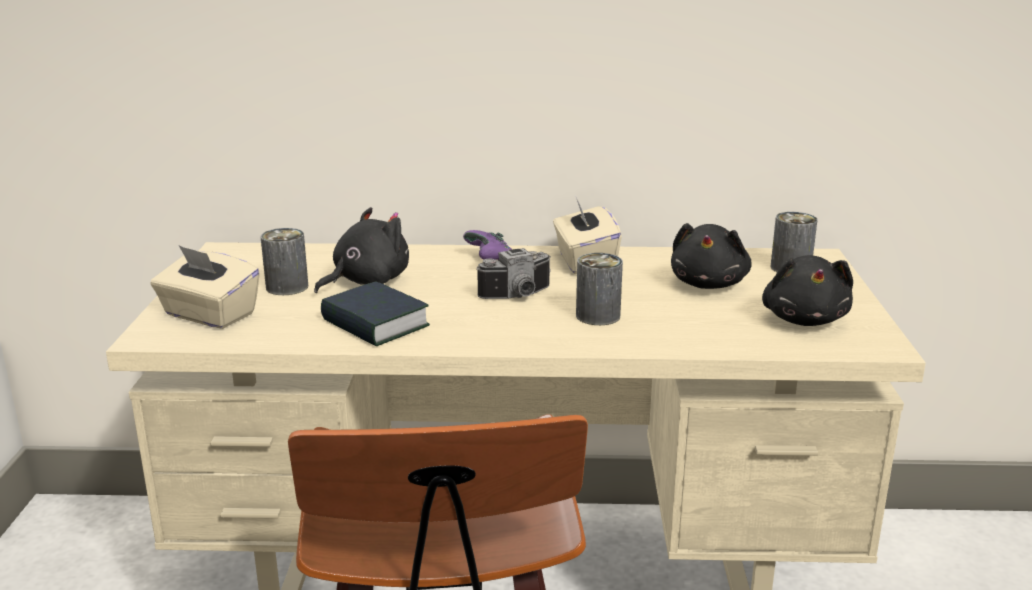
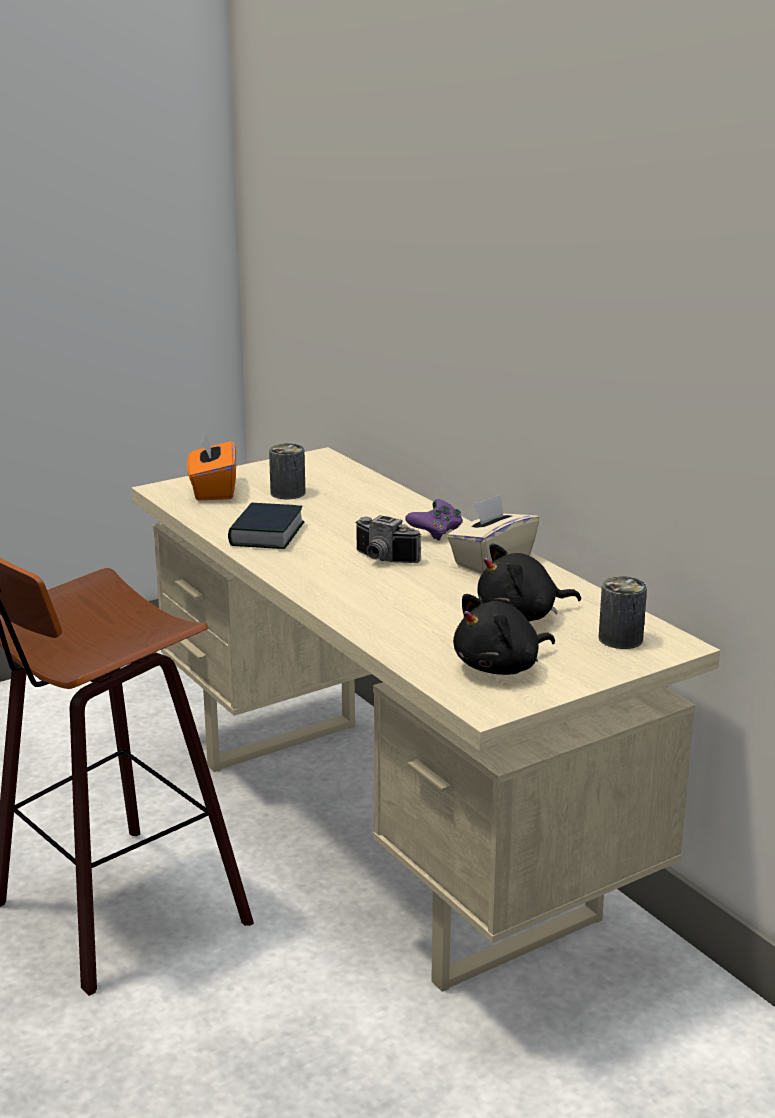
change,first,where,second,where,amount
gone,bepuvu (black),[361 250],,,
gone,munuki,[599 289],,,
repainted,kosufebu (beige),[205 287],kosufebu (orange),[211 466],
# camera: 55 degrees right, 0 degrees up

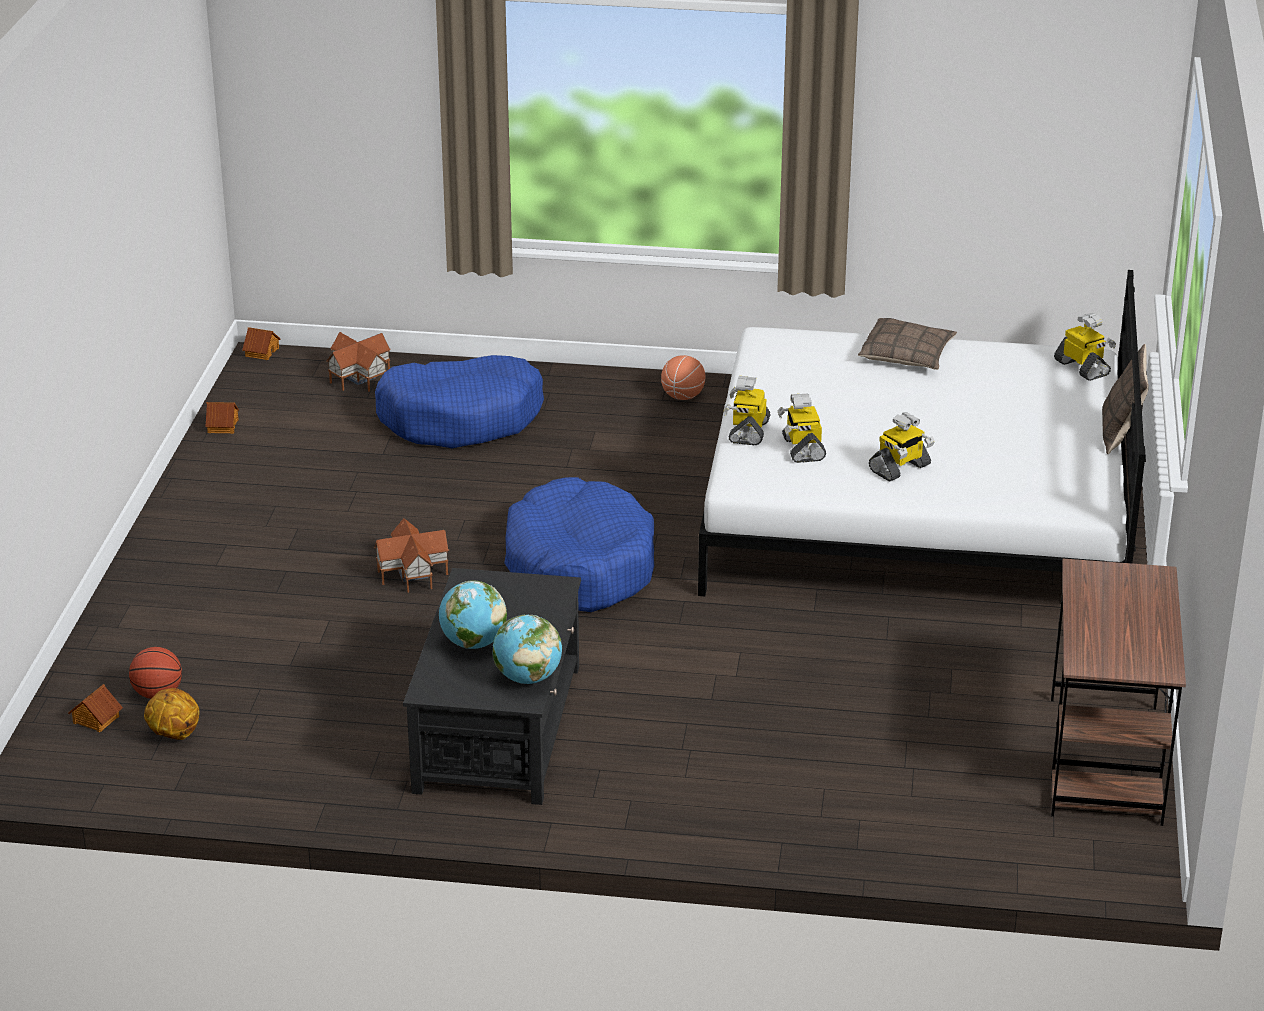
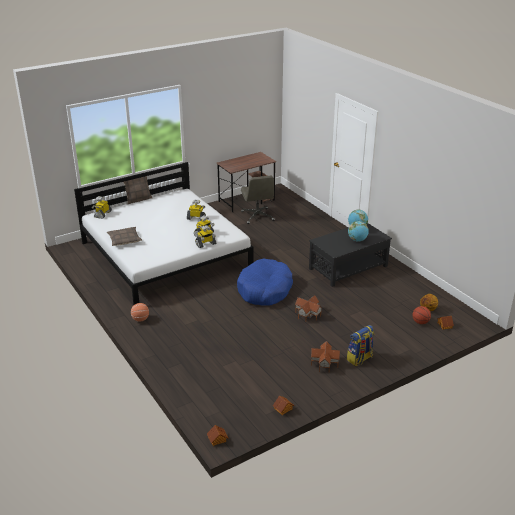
change,first,where,second,where,amount
gone,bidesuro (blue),[459 401],,,
new,,,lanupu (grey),[258 200],
new,,,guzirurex,[361 345],
shifted,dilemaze,[358 361],,[325 356],
# camera: 130 degrees left, 0 degrees up

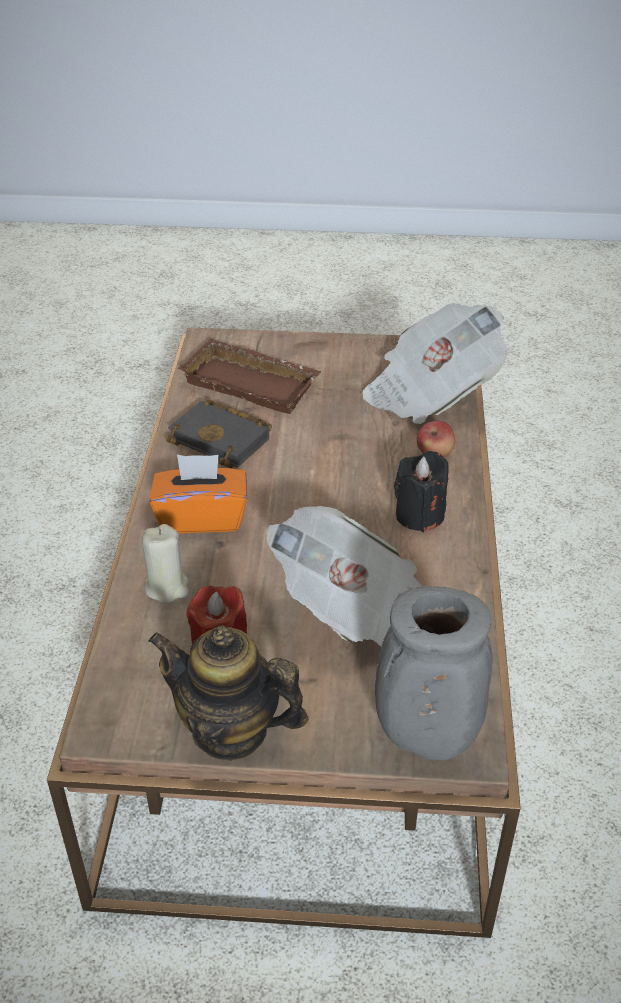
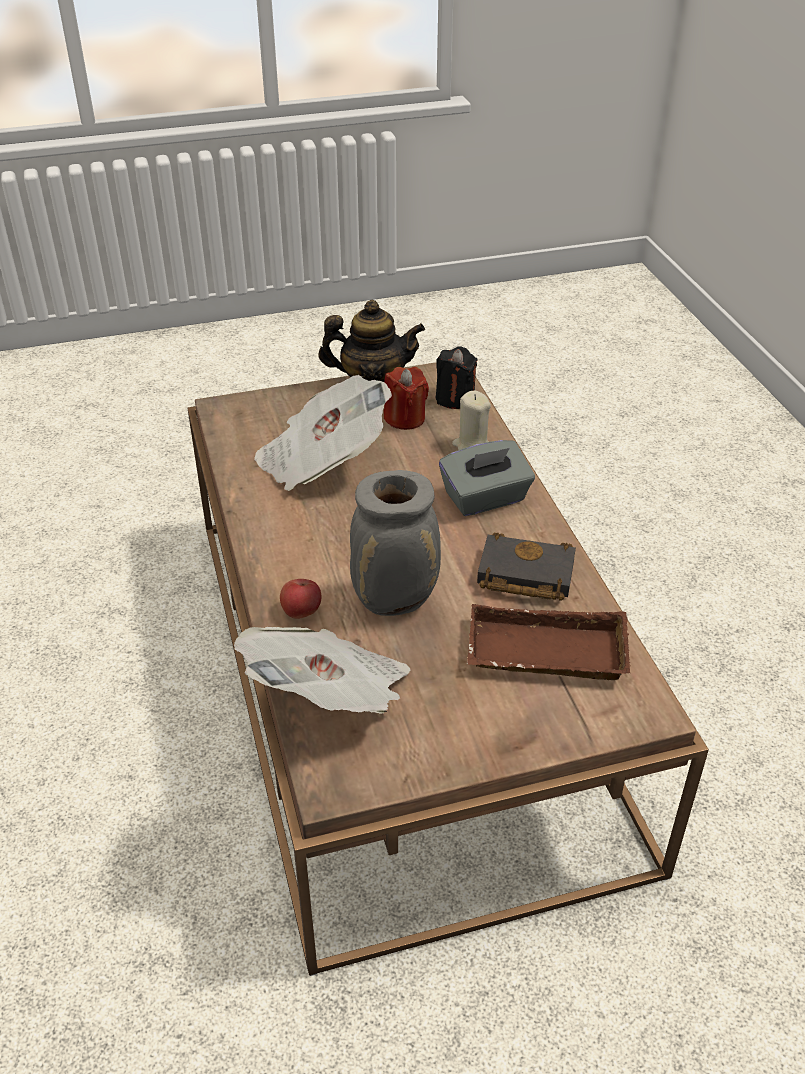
change,first,where,second,where,amount
shifted,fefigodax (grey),[434 673],,[395 543],
shifted,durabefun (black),[421 491],,[456 377],
repainted,kosufebu (orange),[198 494],kosufebu (grey),[487 478],
# camera: 160 degrees right, 0 degrees up

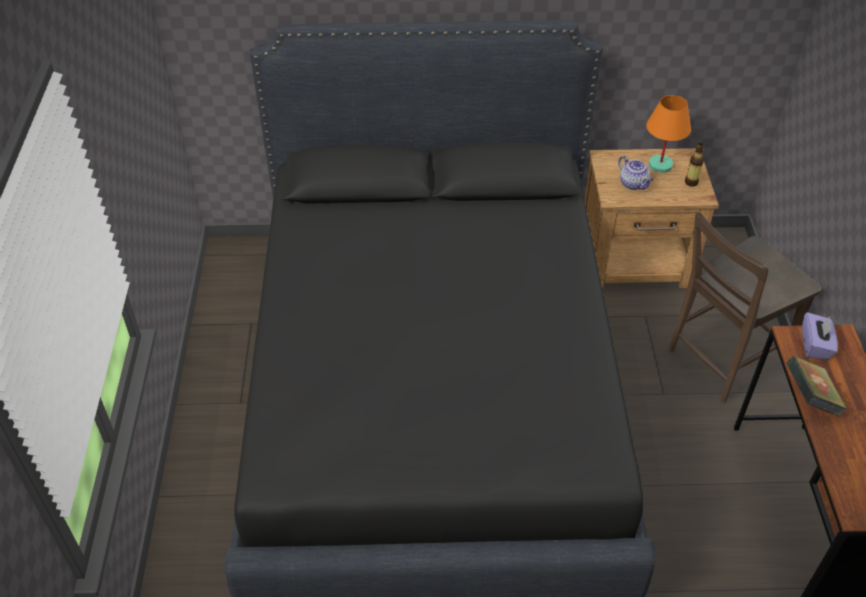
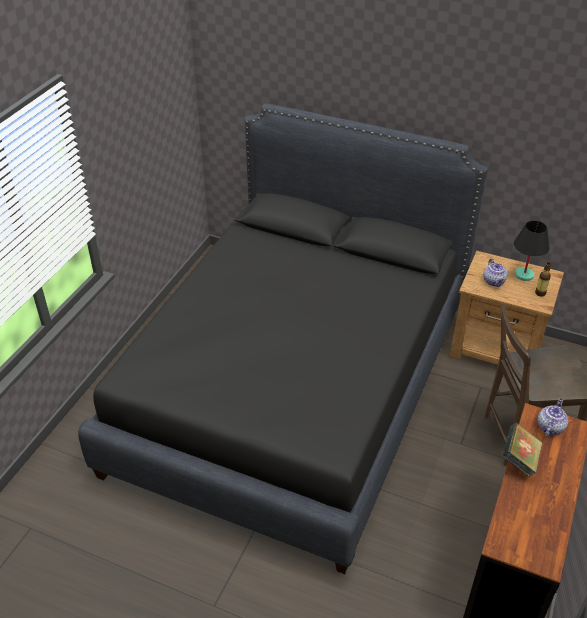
change,first,where,second,where,amount
swapped,kosufebu (purple),[820 335],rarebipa,[552 417],
repainted,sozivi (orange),[668 134],sozivi (black),[531 251],
# camera: 25 degrees right, 5 degrees down

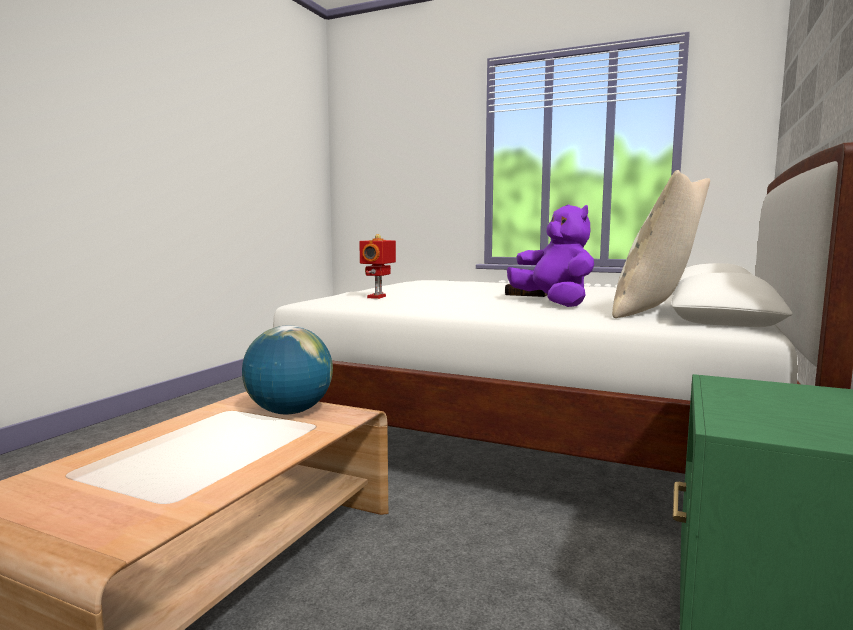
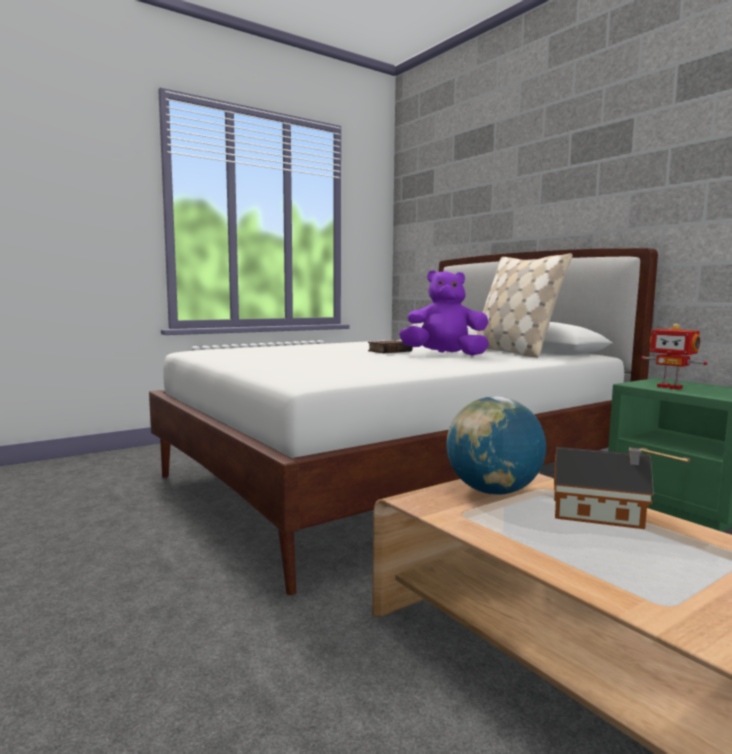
change,first,where,second,where,amount
new,,,dilemaze,[604 488],
shifted,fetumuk,[377 266],,[674 357],
# camera: 60 degrees left, 0 degrees up

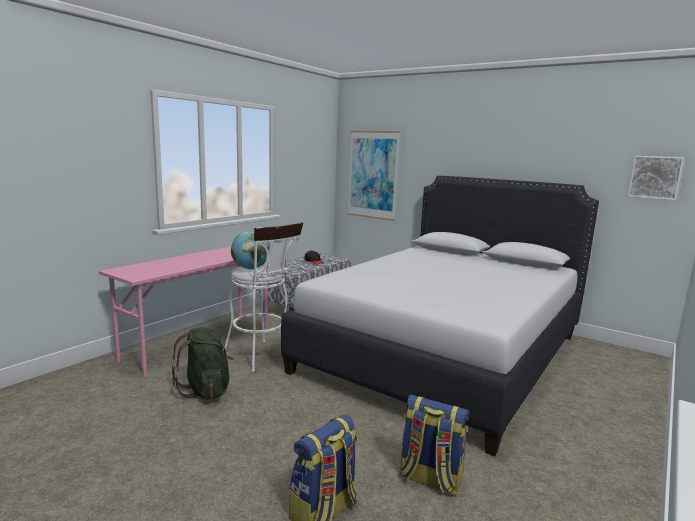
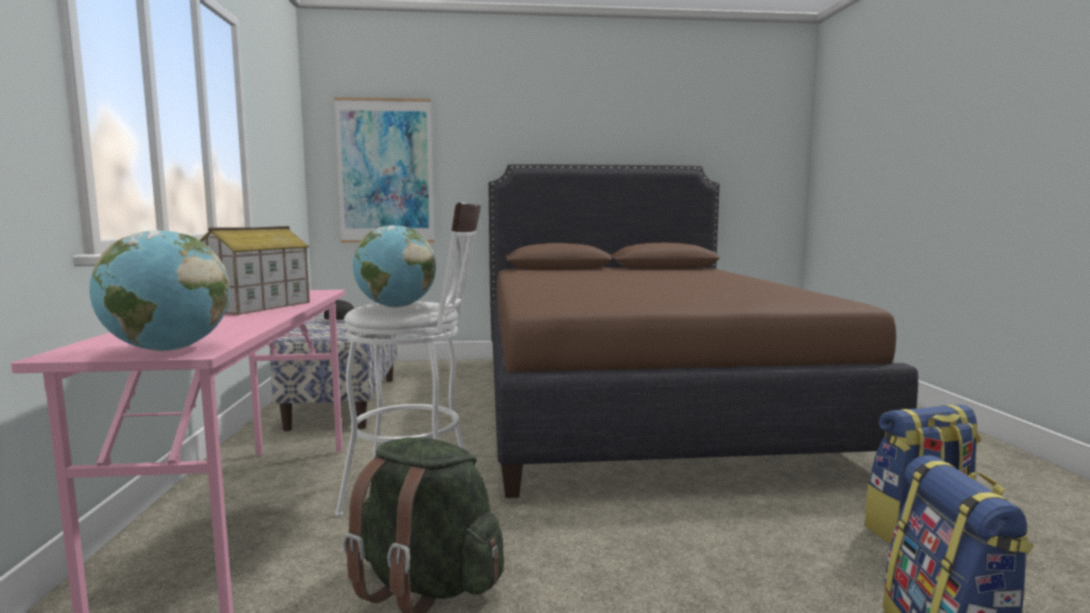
change,first,where,second,where,amount
gone,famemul,[656 178],,,
new,,,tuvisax,[159 290],
new,,,dilemaze,[255 270],
repainted,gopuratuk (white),[440 316],gopuratuk (brown),[703 331],
# camera: 40 degrees left, 5 degrees down

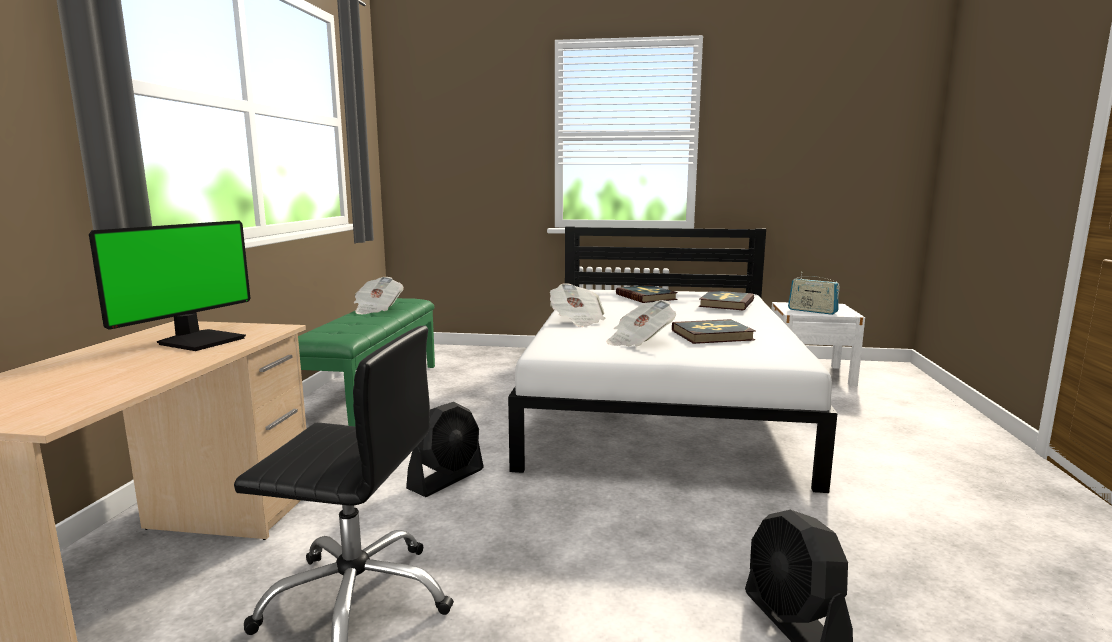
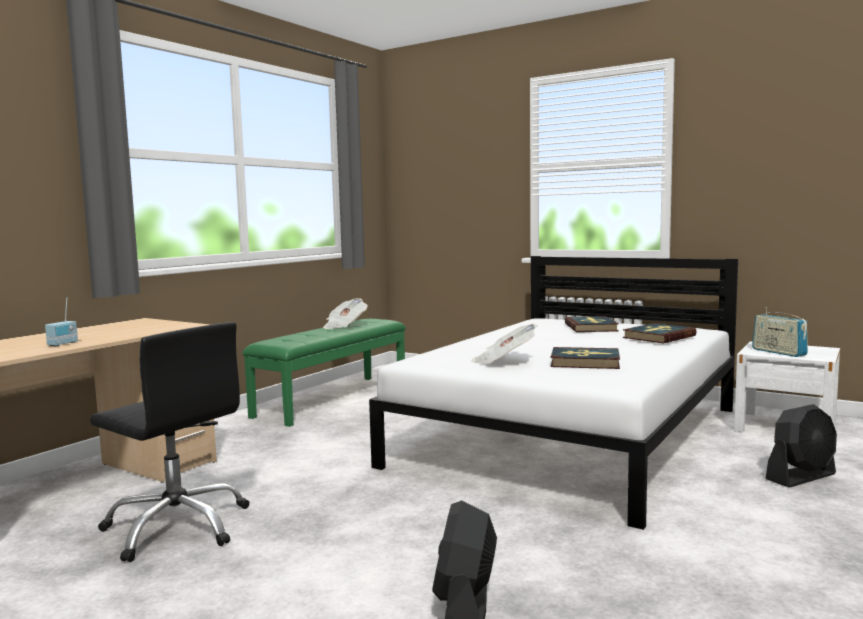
change,first,where,second,where,amount
gone,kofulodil,[170 285],,,
gone,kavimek,[578 305],,,
new,,,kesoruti,[61 321],
shifted,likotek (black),[445 449],,[801 446],
# camera: 25 degrees right, 5 degrees down

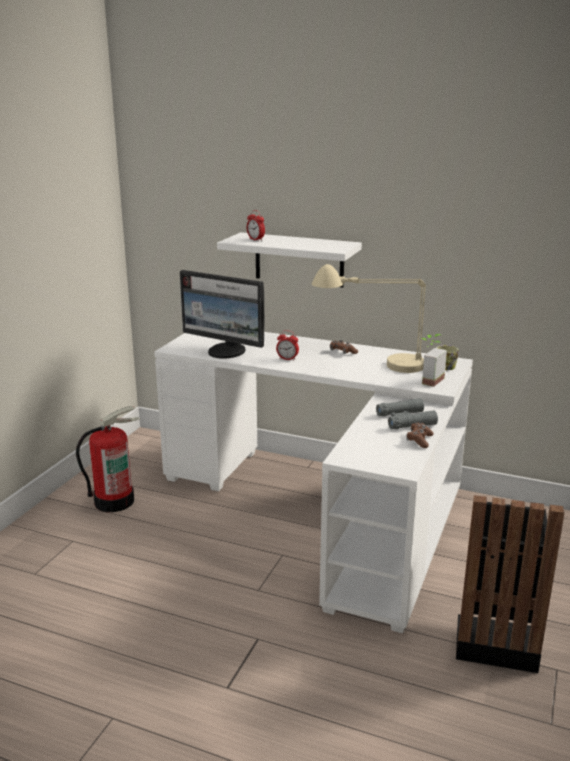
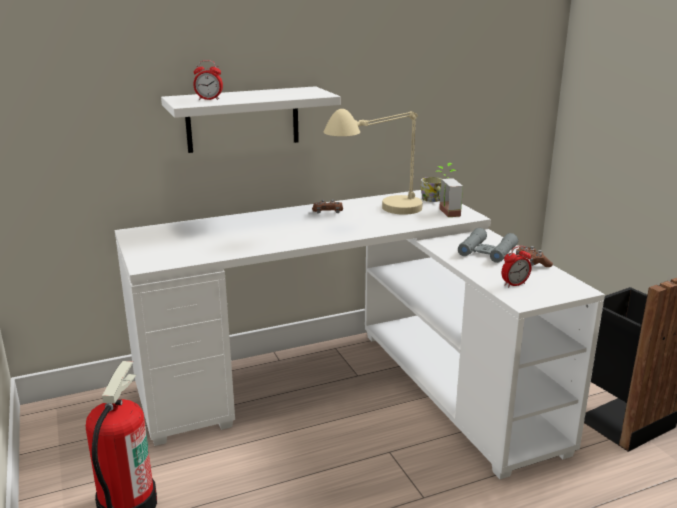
change,first,where,second,where,amount
gone,kofulodil,[222 314],,,
shifted,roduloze,[287 345],,[516 267],
# camera: 45 degrees left, 0 degrees up

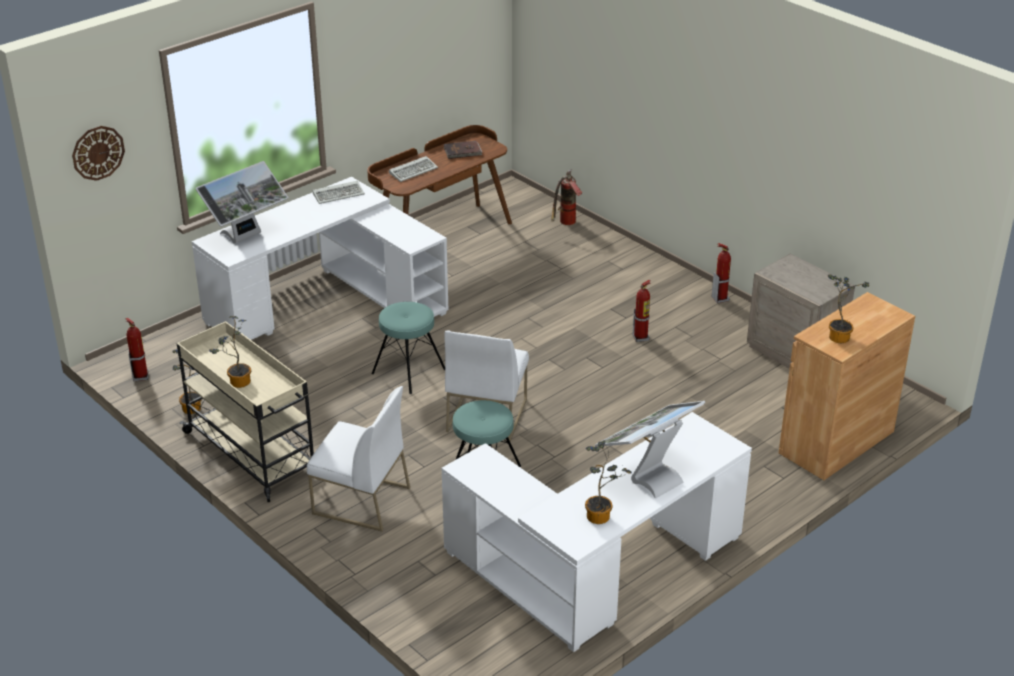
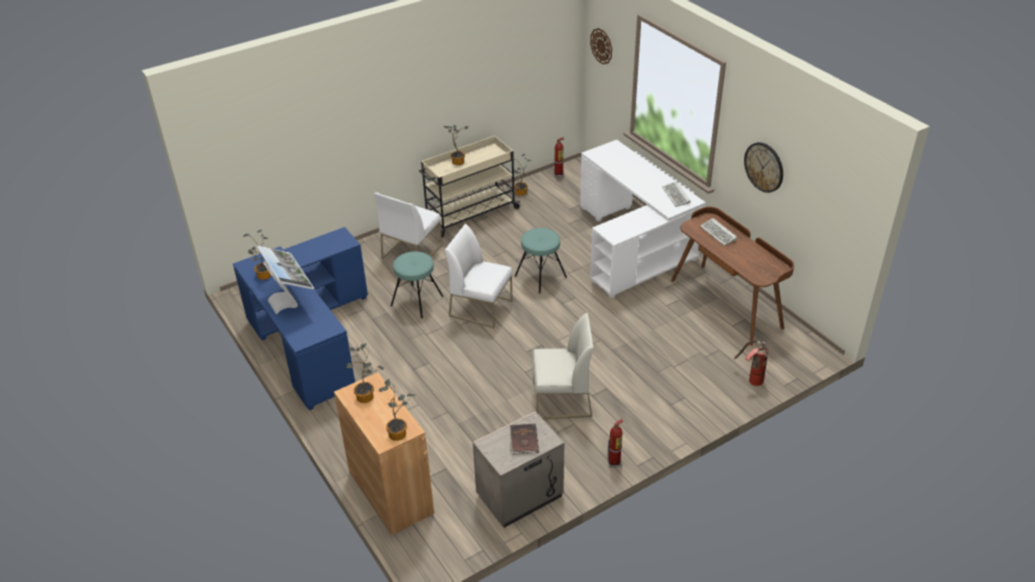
change,first,where,second,where,amount
gone,kofulodil,[241 202],,,
new,,,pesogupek,[397 410],
new,,,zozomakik,[763 167],
shifted,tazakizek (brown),[463 150],,[524 439],
swapped,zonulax,[641 311],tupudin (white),[563 366],
repainted,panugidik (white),[596 532],panugidik (blue),[300 318],
# camera: 100 degrees right, 5 degrees up

